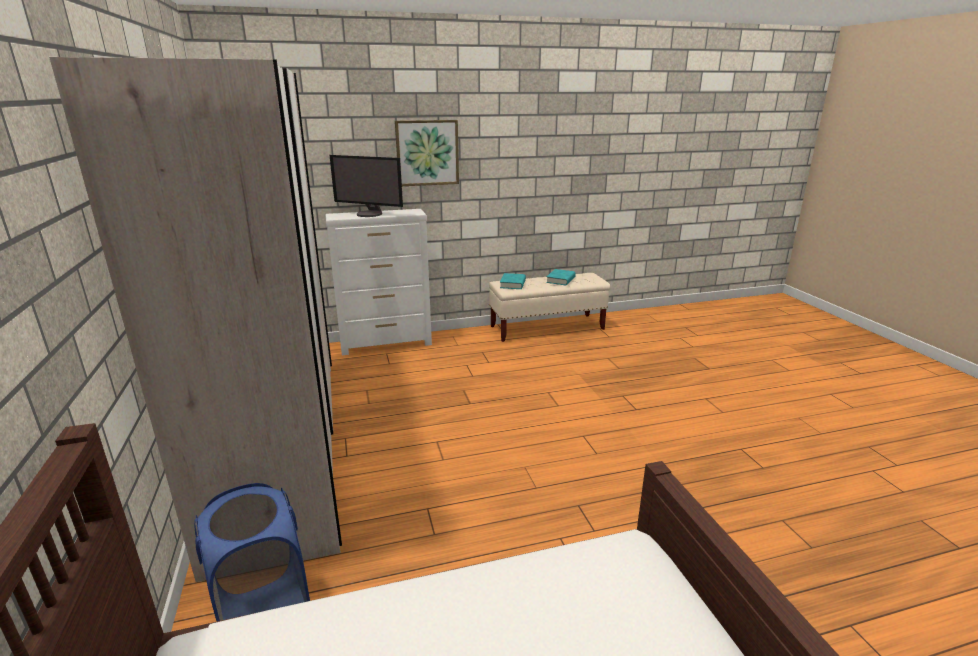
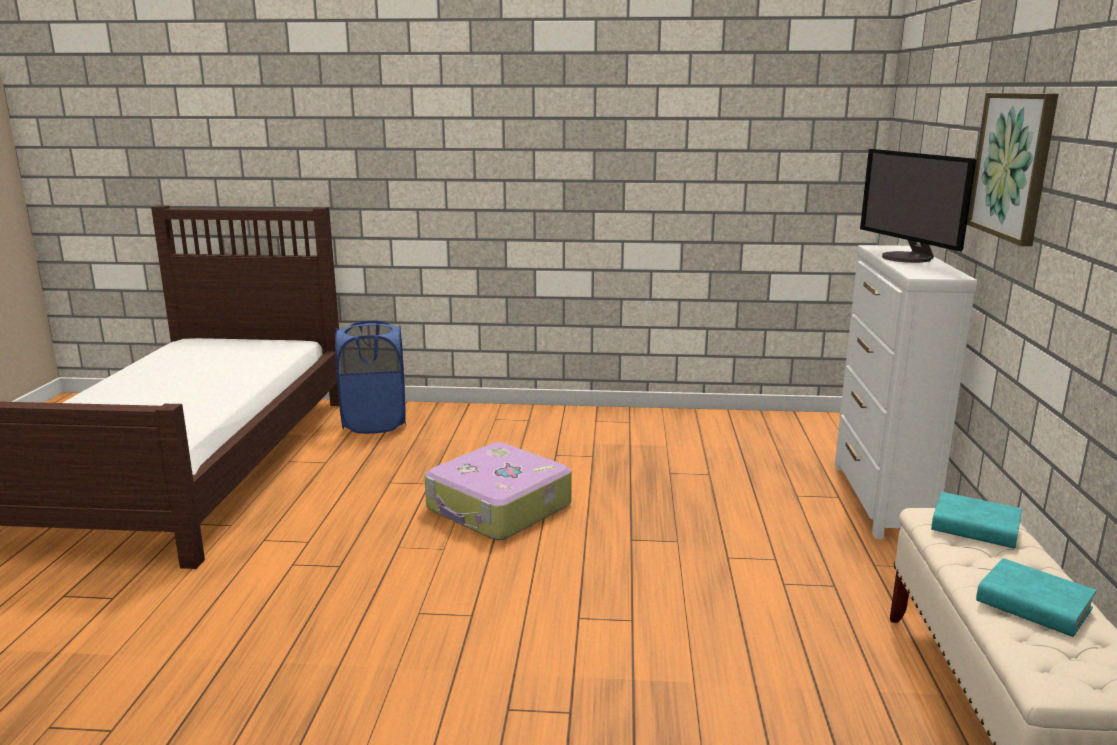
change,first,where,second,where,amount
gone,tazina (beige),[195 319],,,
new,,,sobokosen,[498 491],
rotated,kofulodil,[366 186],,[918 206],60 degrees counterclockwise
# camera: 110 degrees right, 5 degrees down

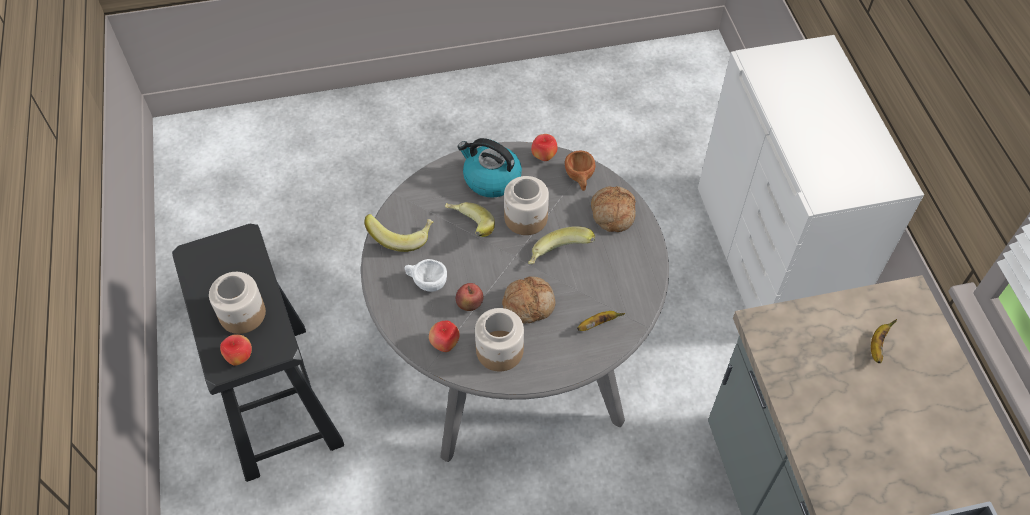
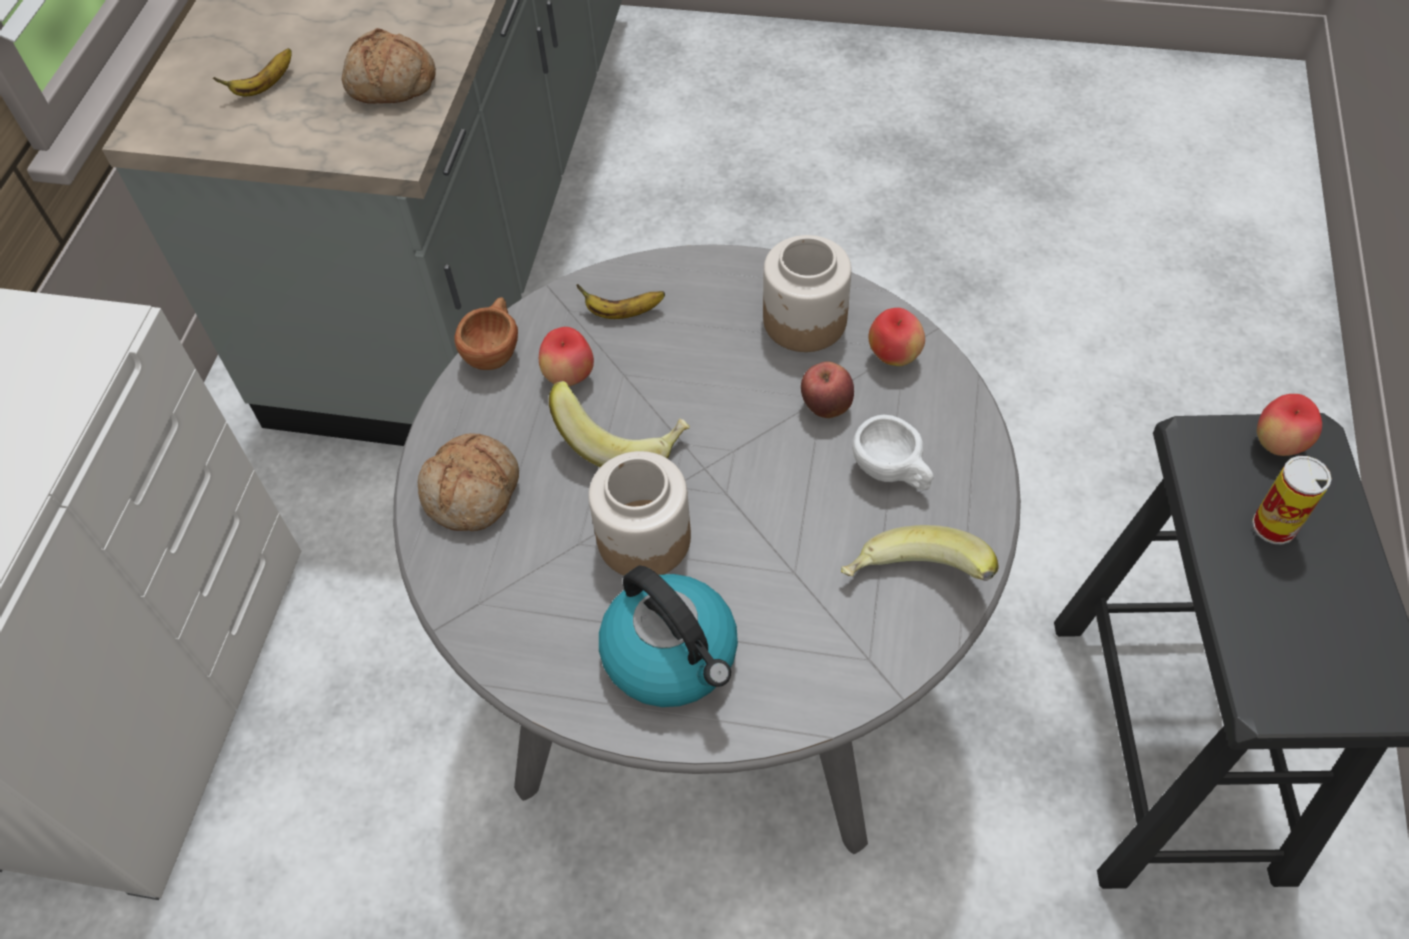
change,first,where,second,where,amount
gone,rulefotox,[470 219],,,
shifted,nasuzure,[529 299],,[389 66],
shifted,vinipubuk,[544 147],,[566 356],
shifted,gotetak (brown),[580 171],,[486 333],
swapped,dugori,[237 303],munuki,[1292 500],
# camera: 155 degrees left, 0 degrees up

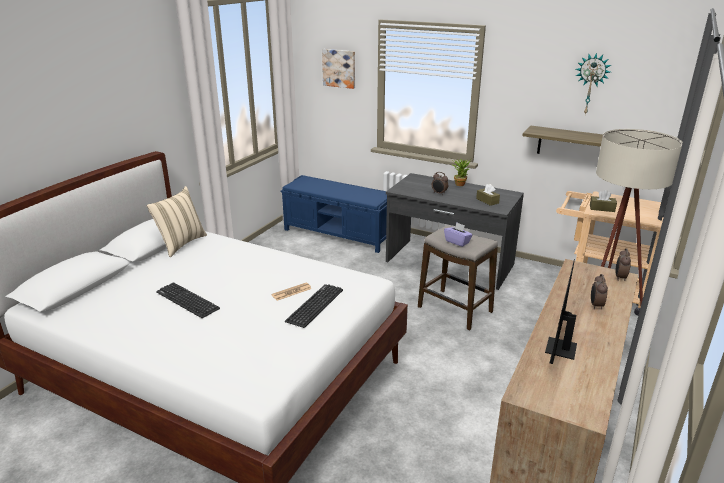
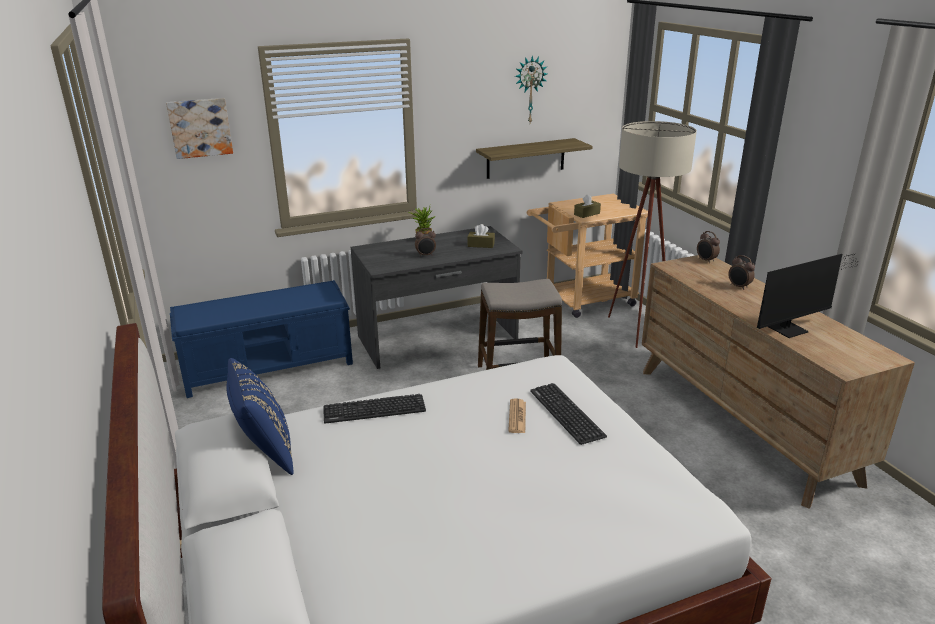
change,first,where,second,where,amount
gone,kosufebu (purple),[458 234],,,
shifted,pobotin,[188 300],,[374 409],
repainted,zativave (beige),[176 221],zativave (blue),[260 416],
rotated,kofulodil,[561 311],,[807 296],90 degrees counterclockwise
# camera: 50 degrees left, 0 degrees up

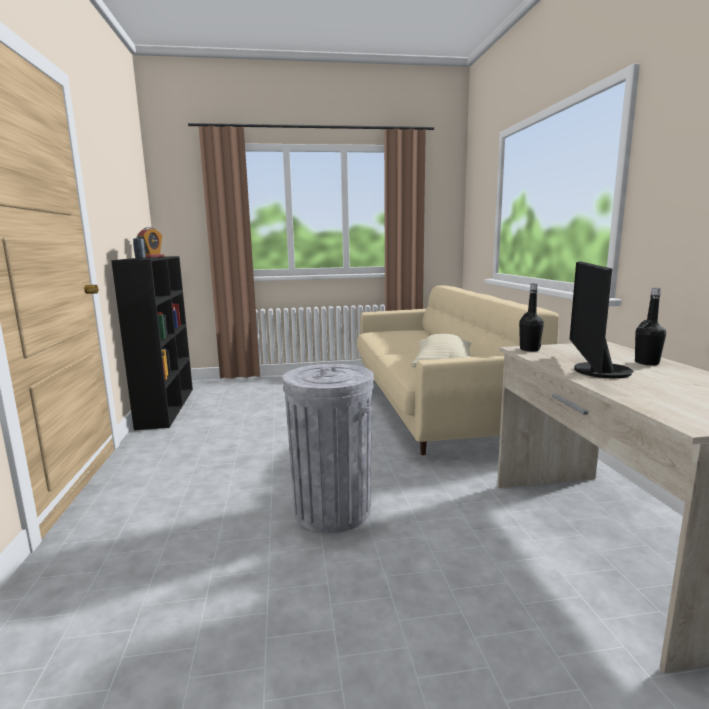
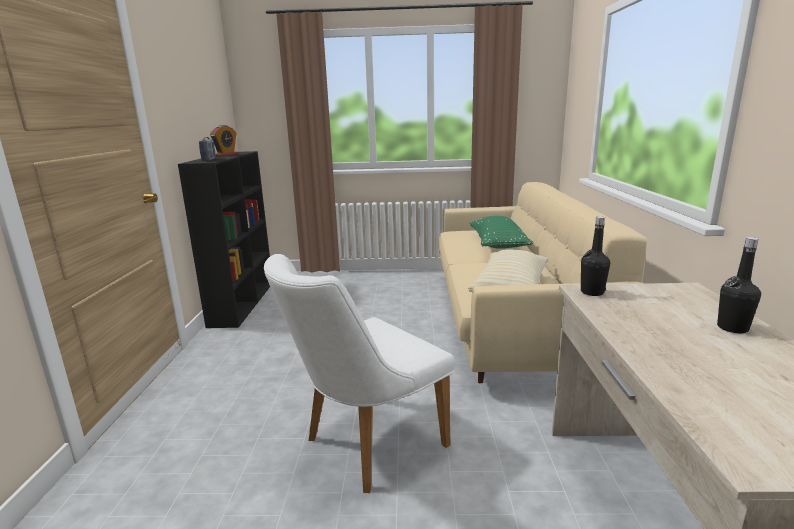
change,first,where,second,where,amount
gone,kofulodil,[602 319],,,
new,,,zativave (green),[502 232],
swapped,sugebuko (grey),[328 448],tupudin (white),[359 373],
# camera: 10 degrees right, 5 degrees up

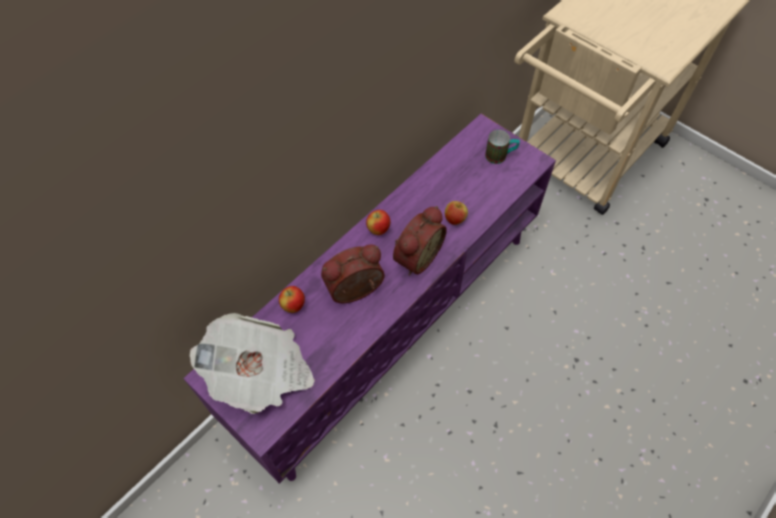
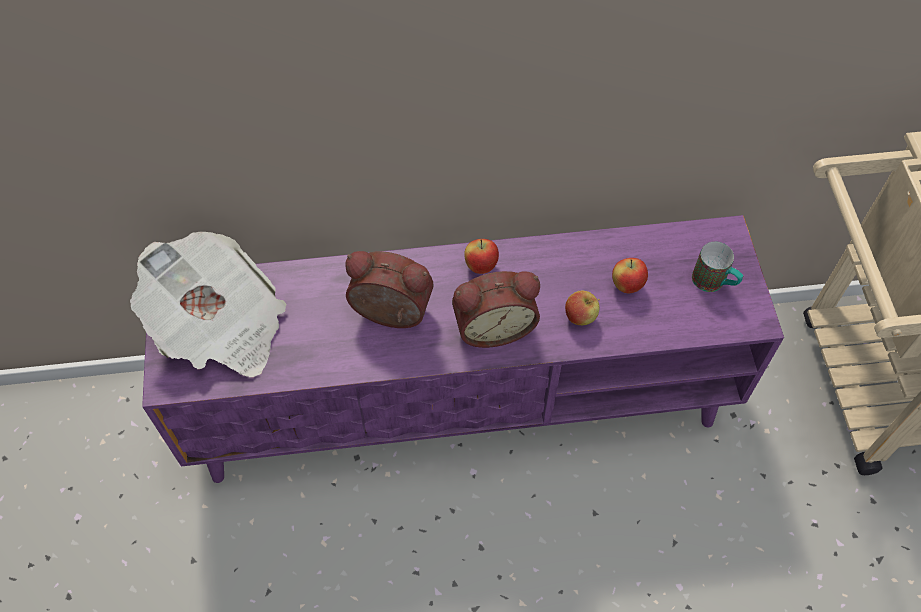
change,first,where,second,where,amount
shifted,vinipubuk,[292 299],,[630 275],
# camera: 40 degrees right, 0 degrees up

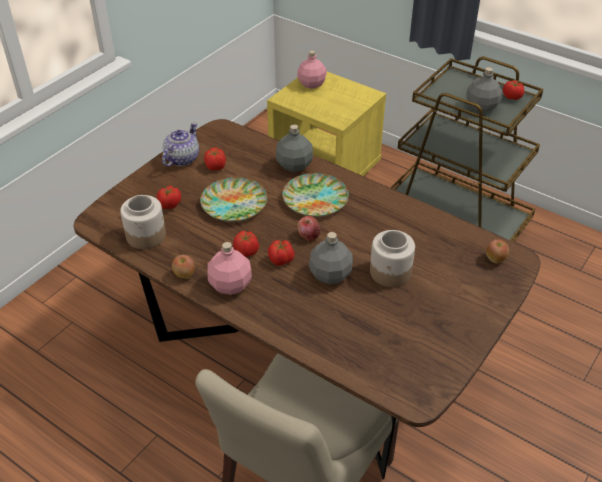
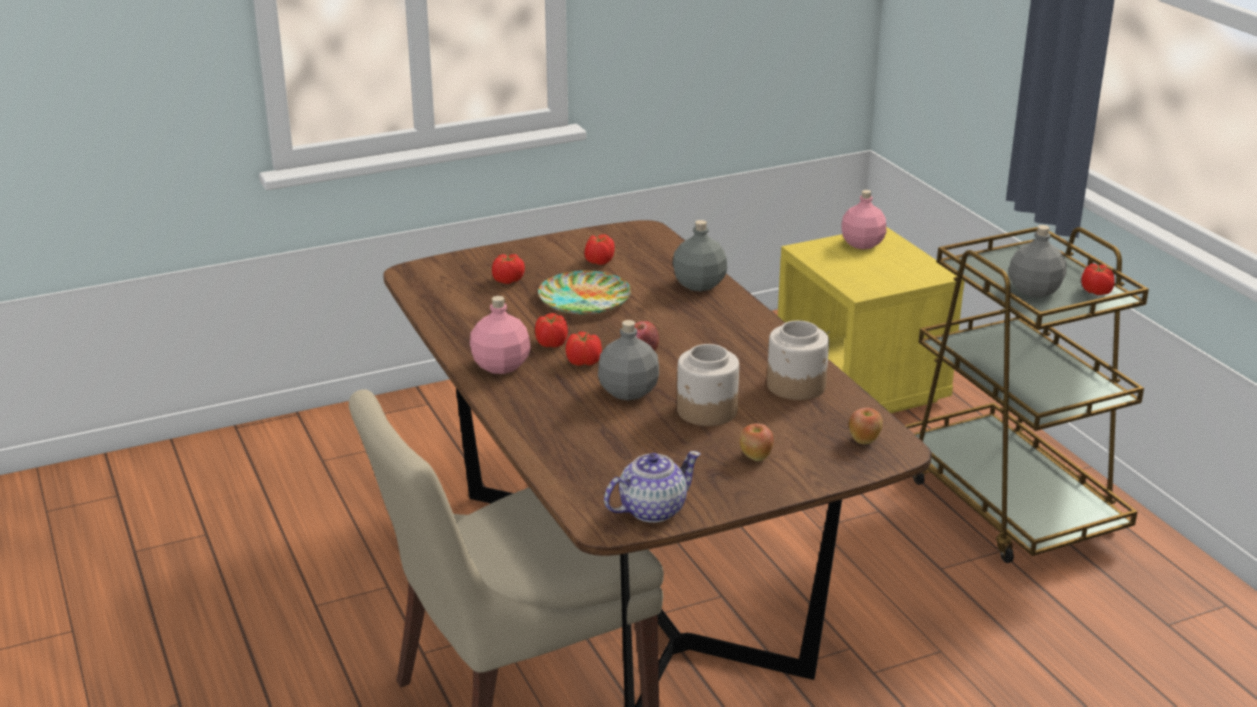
change,first,where,second,where,amount
gone,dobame,[316 195],,,
shifted,dugori,[143 222],,[798 360],
shifted,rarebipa,[180 145],,[652 487],
shifted,vinipubuk,[183 267],,[757 442],
# camera: 30 degrees right, 15 degrees down

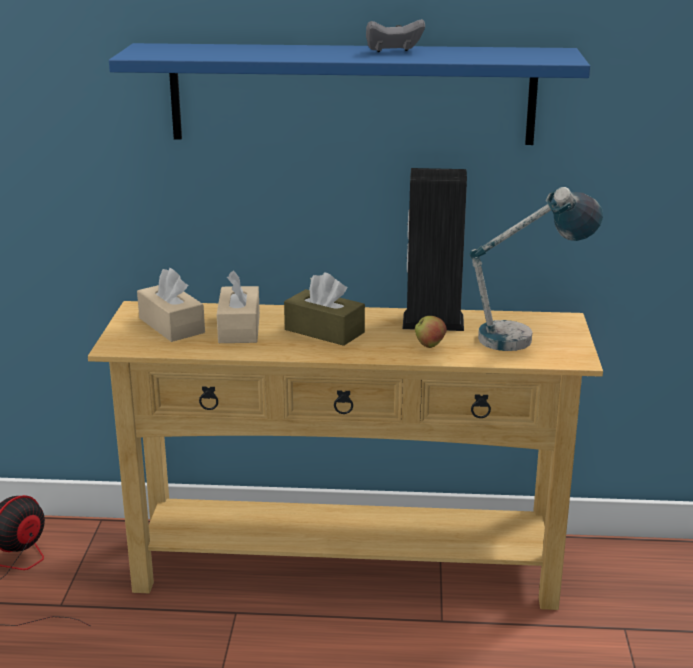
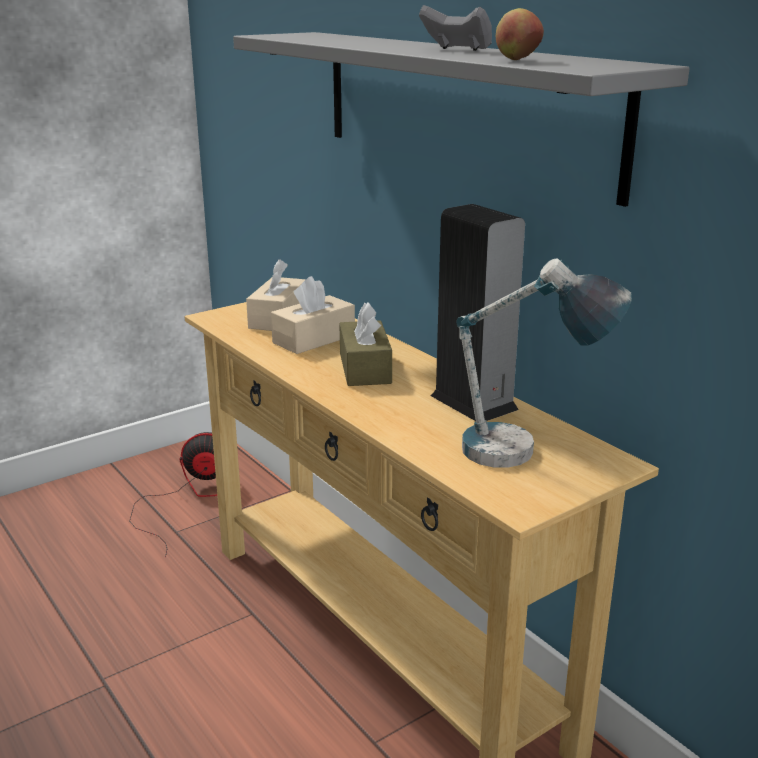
change,first,where,second,where,amount
shifted,vinipubuk,[431 332],,[520 34],
repainted,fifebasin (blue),[349 94],fifebasin (grey),[461 119],
# camera: 50 degrees right, 0 degrees up

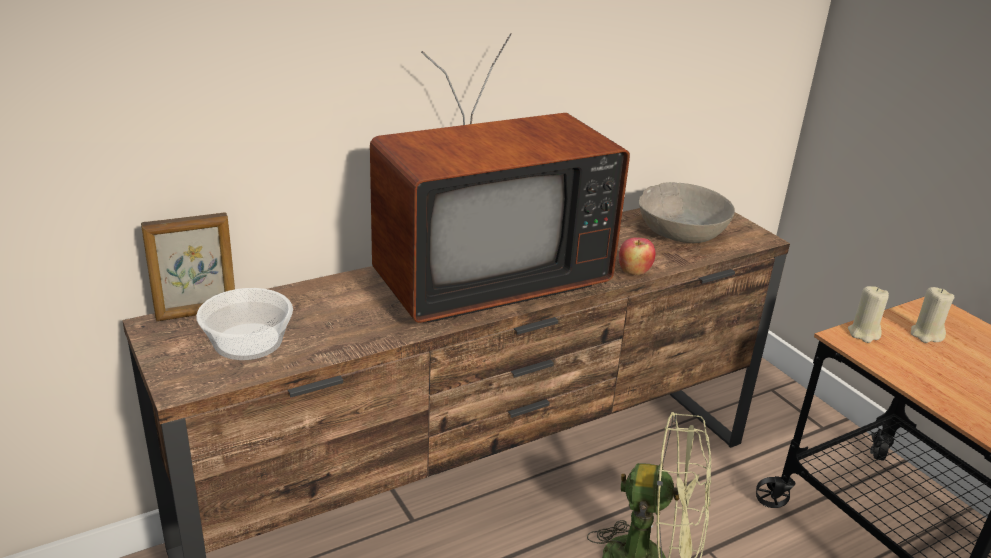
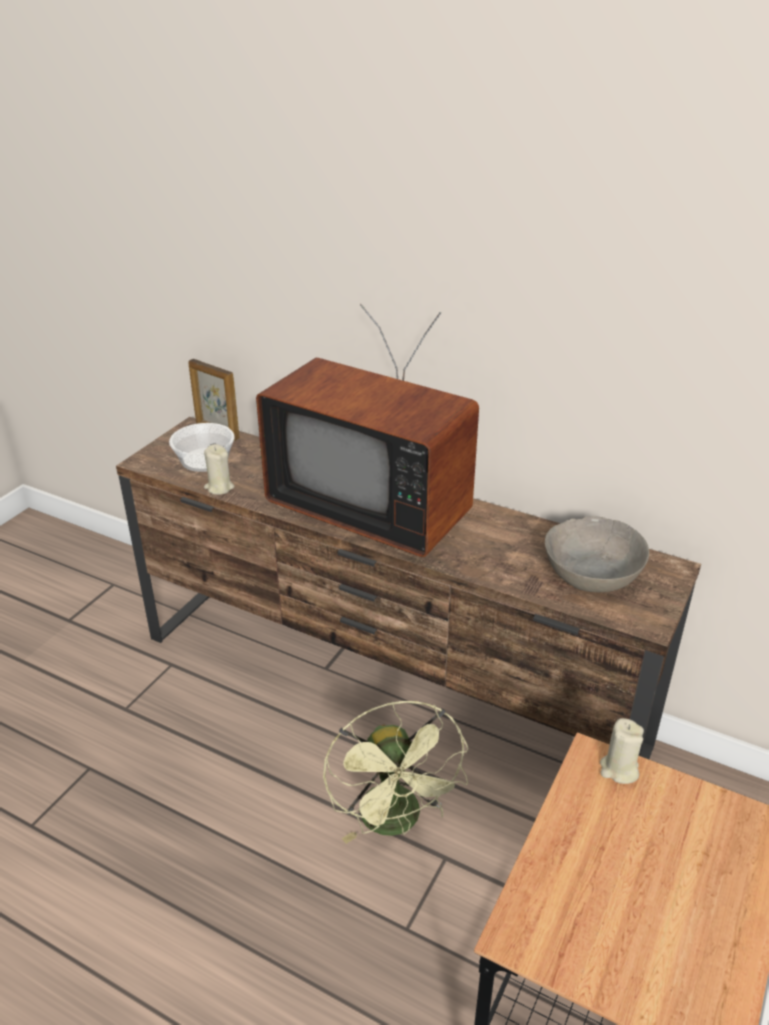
change,first,where,second,where,amount
gone,vinipubuk,[637 256],,,
shifted,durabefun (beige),[932 315],,[219 469],
# camera: 60 degrees right, 5 degrees up

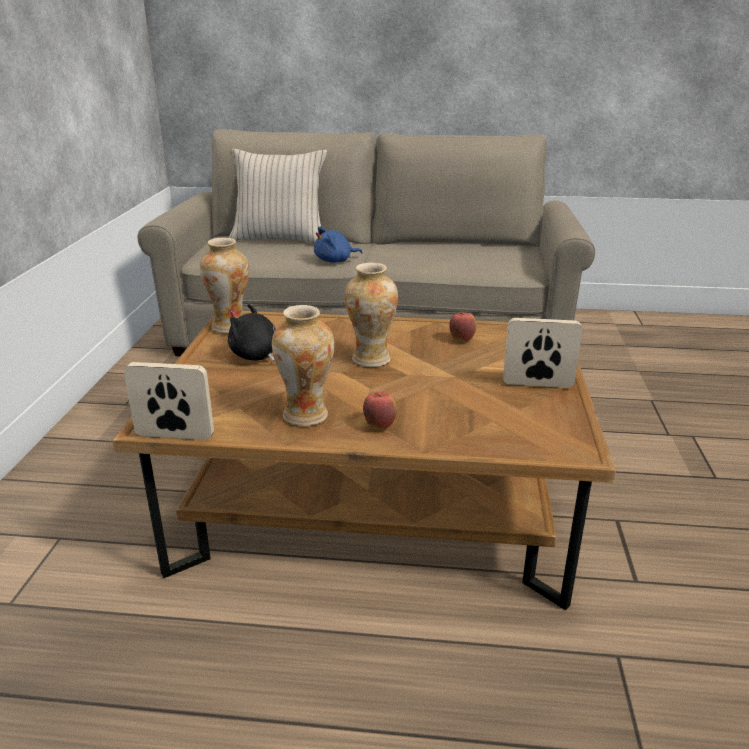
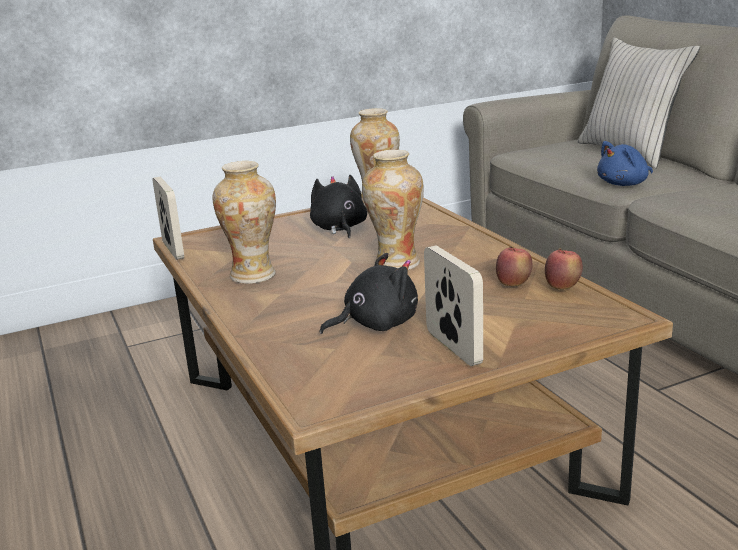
change,first,where,second,where,amount
new,,,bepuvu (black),[369 293],
shifted,vinipubuk,[380 410],,[564 268],
rotated,bepuvu (blue),[338 245],,[625 163],60 degrees counterclockwise
# camera: 60 degrees right, 5 degrees down

